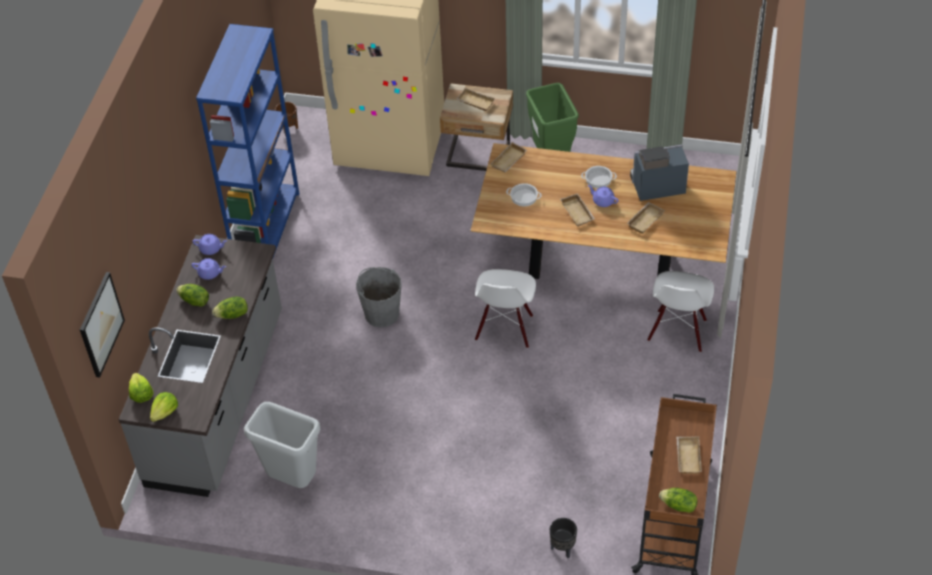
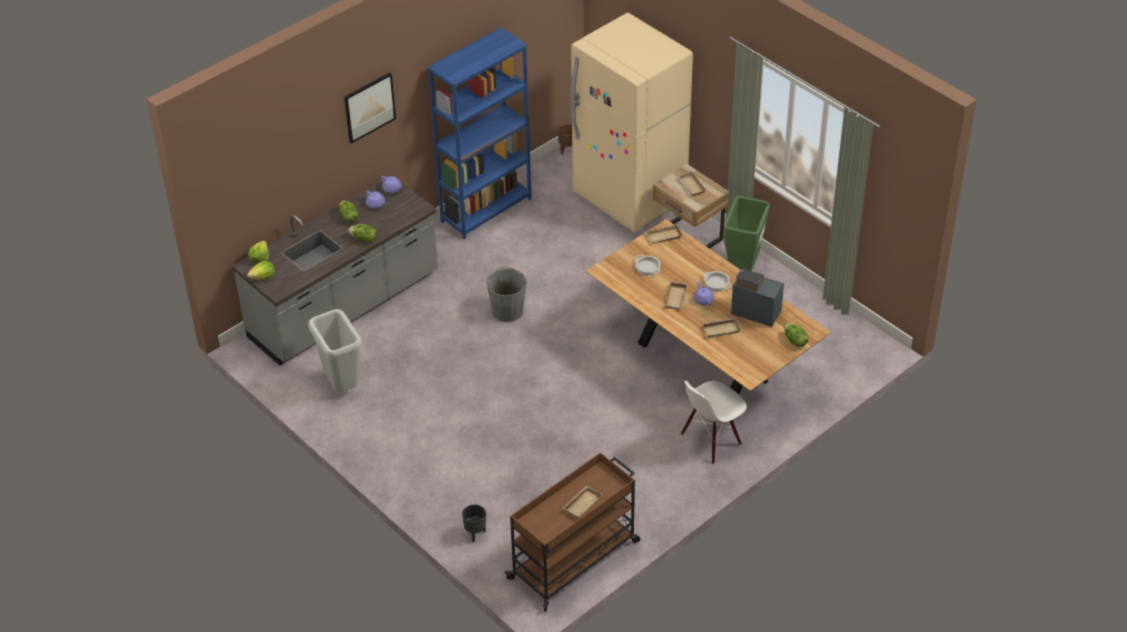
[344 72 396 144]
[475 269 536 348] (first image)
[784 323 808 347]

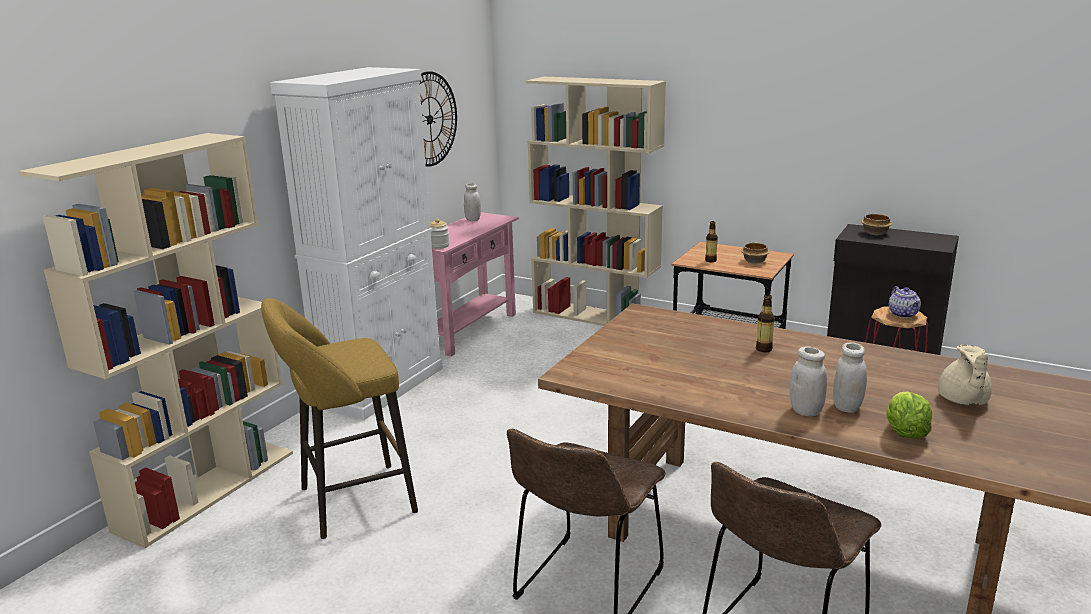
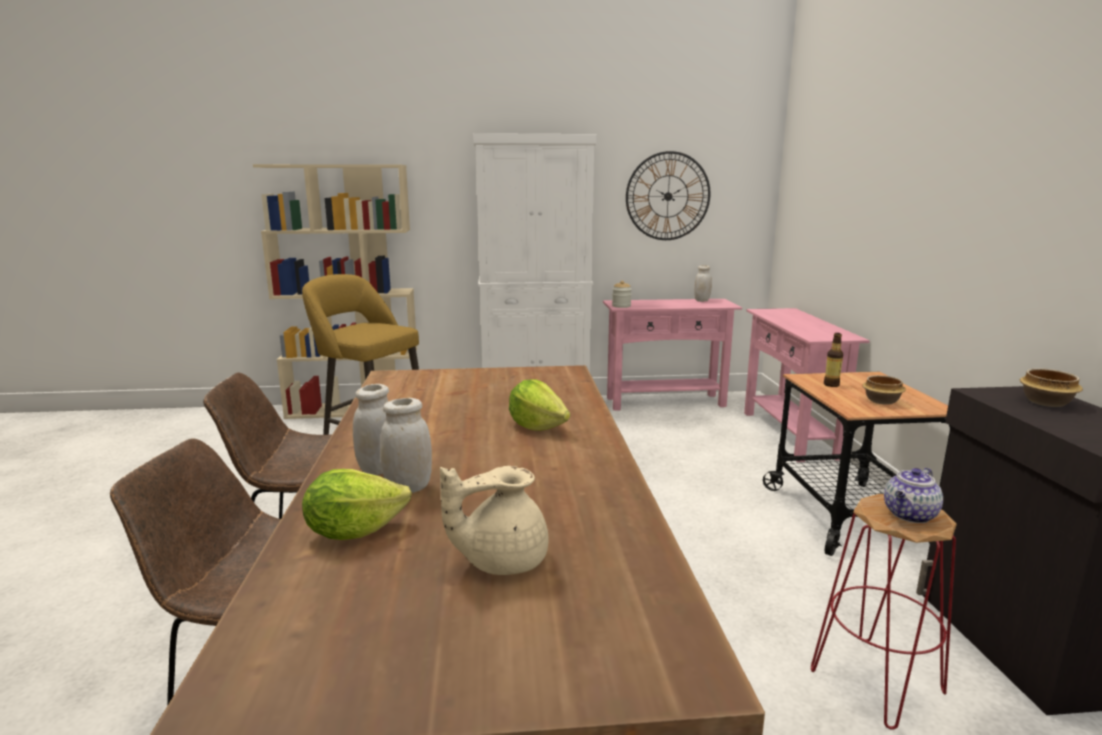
[744 308 870 462]
[509 379 570 431]

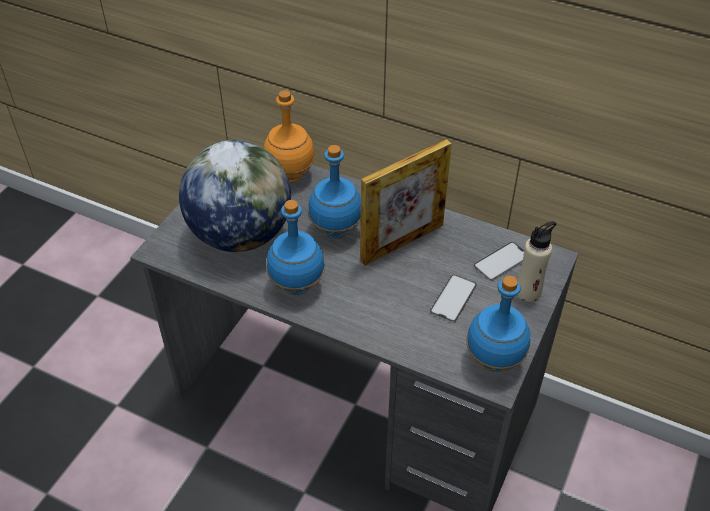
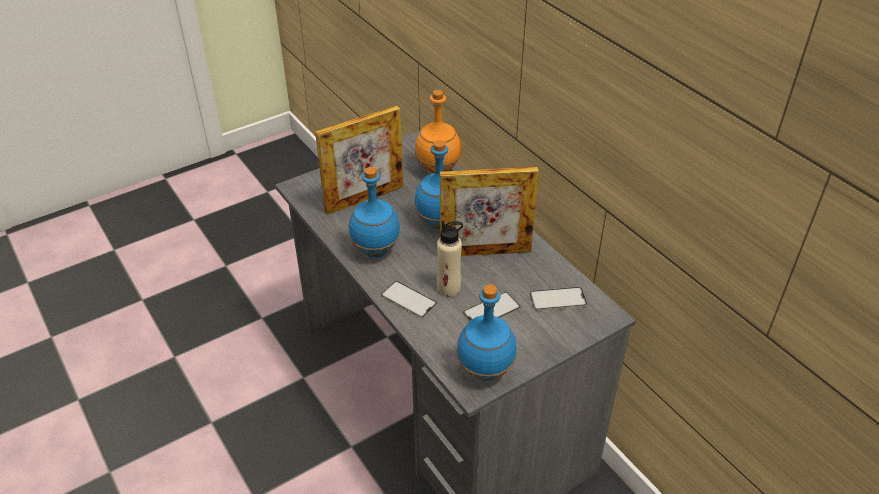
[315 105 403 215]
[437 221 463 297]
[381 281 437 318]

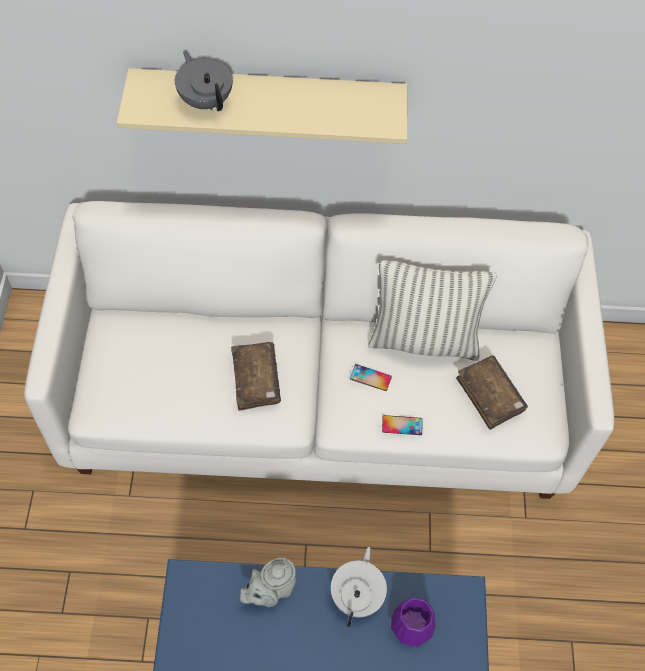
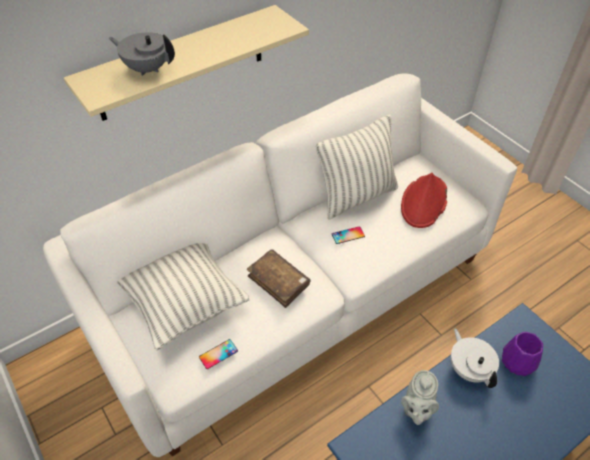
[199 339 238 369]
[401 173 447 228]
[117 243 250 350]

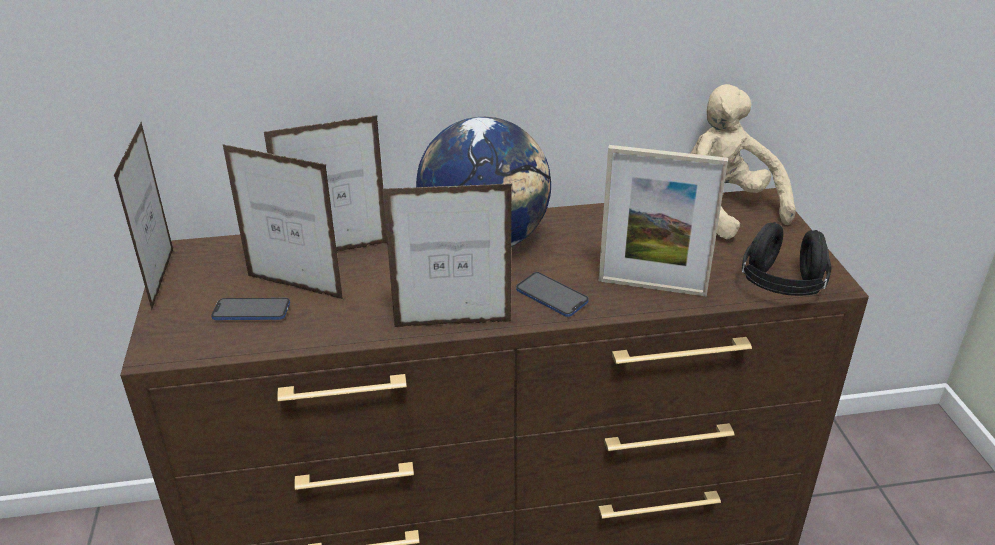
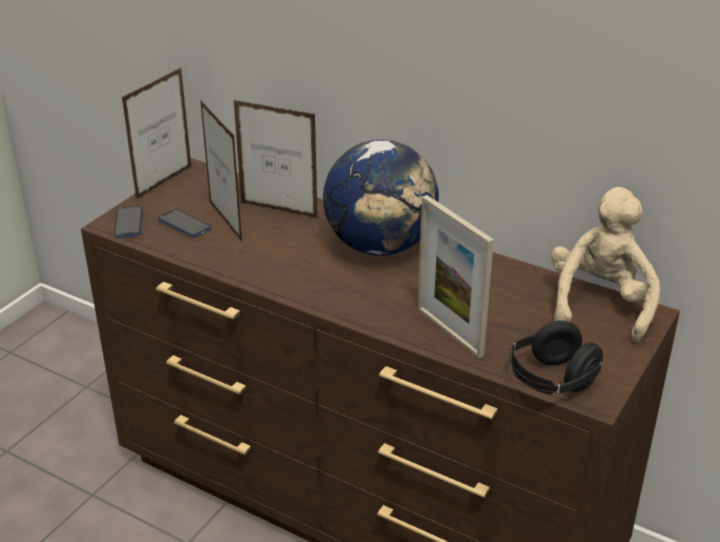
[383 184 512 327] (first image)
[113 205 143 238]

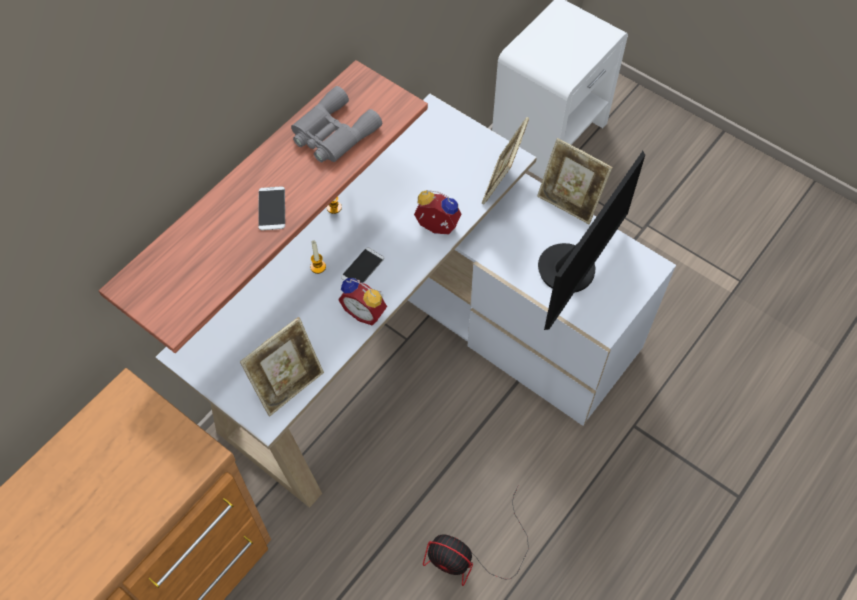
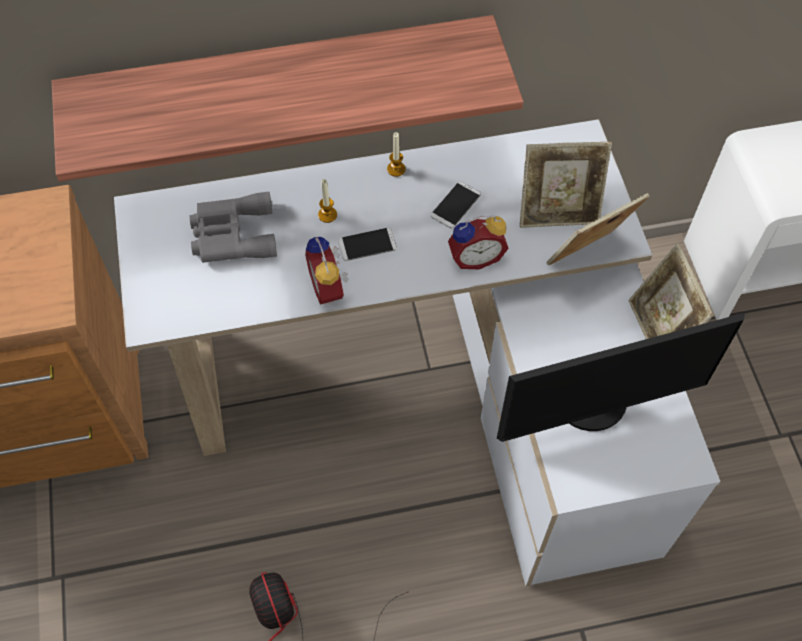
[520 142 612 228]
[431 181 481 228]
[190 192 277 263]
[448 216 509 269]

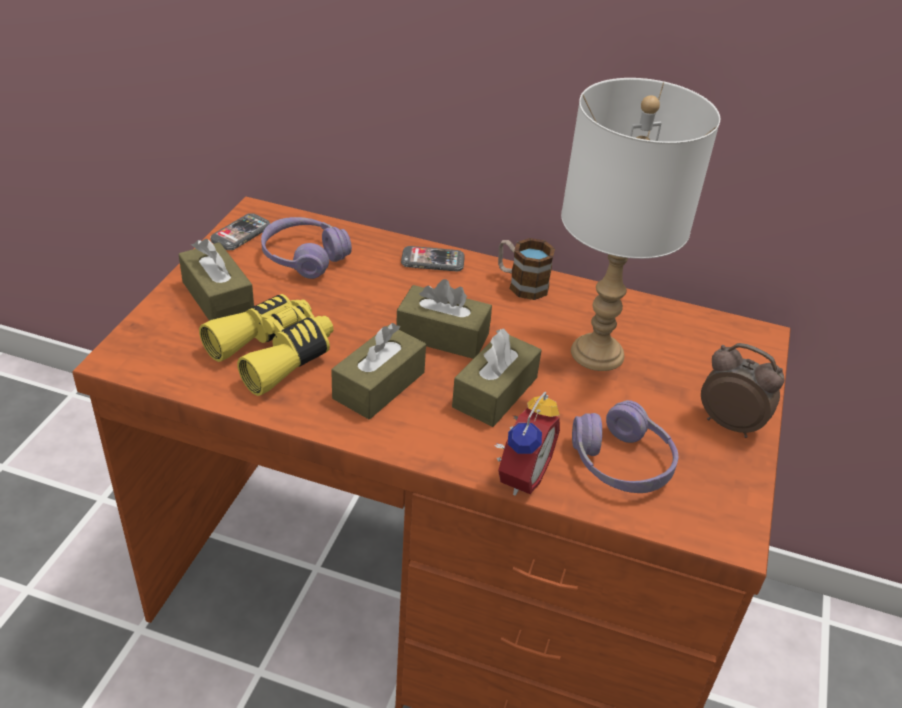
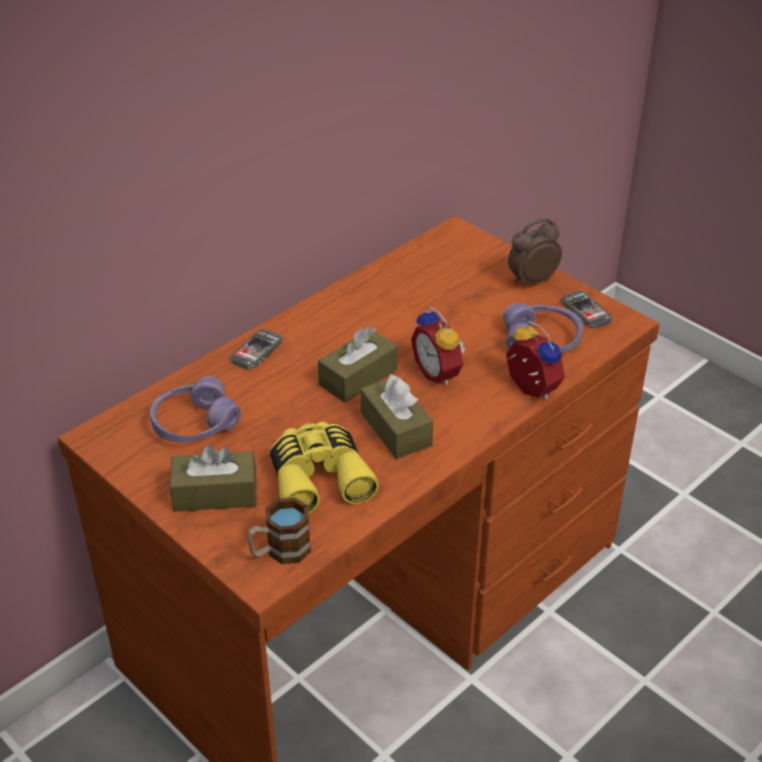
[561 291 612 328]
[411 307 466 386]
[247 497 311 564]
[561 78 720 371] (first image)

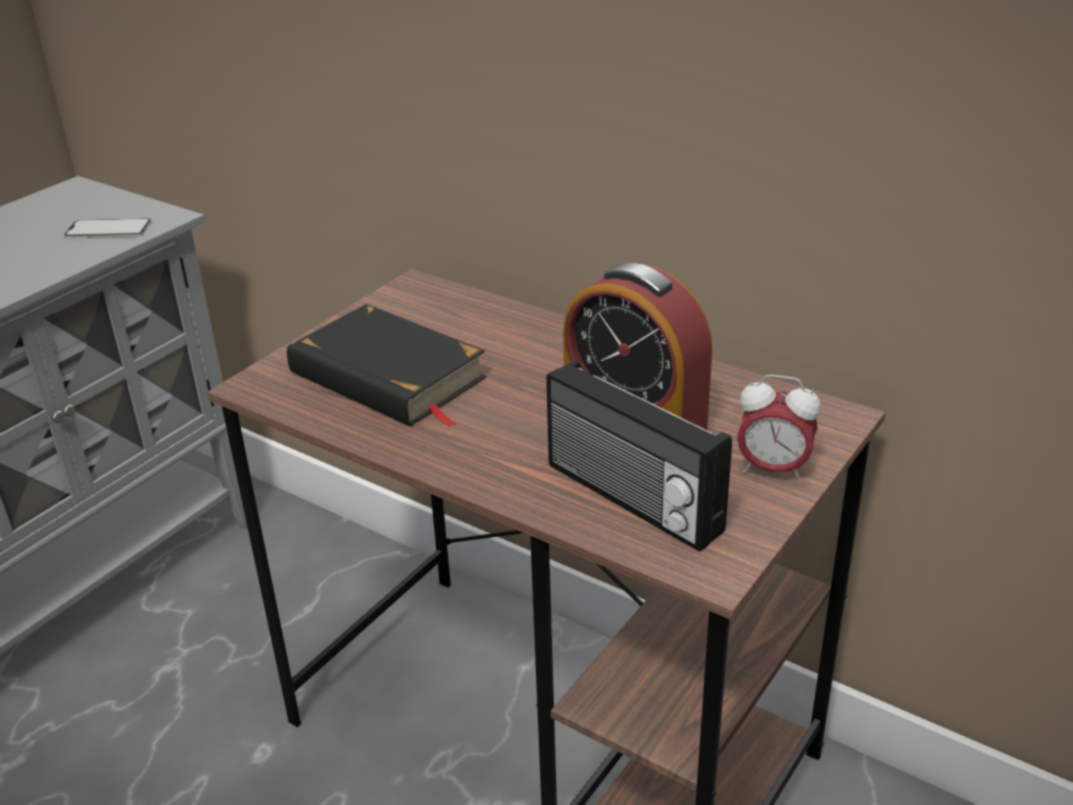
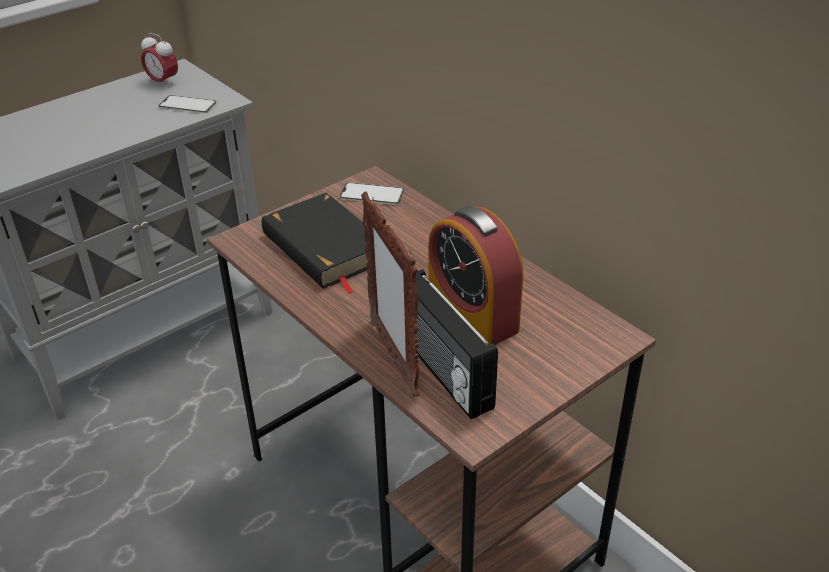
[141 33 178 88]
[339 182 404 205]
[361 191 419 397]

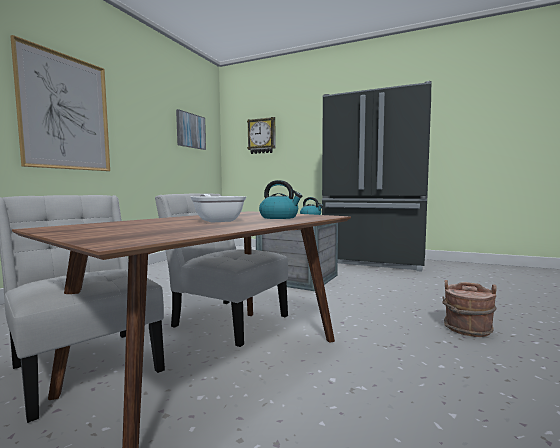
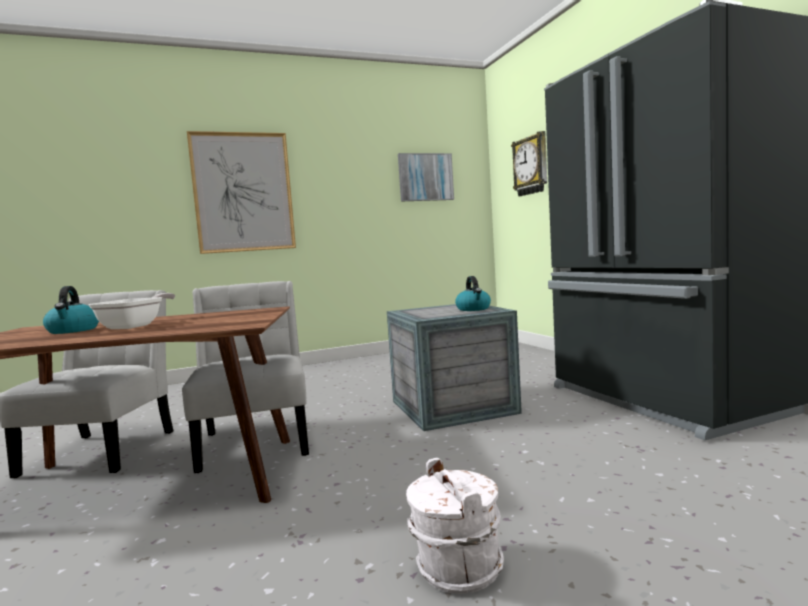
[43 286 99 334]
[406 458 504 594]

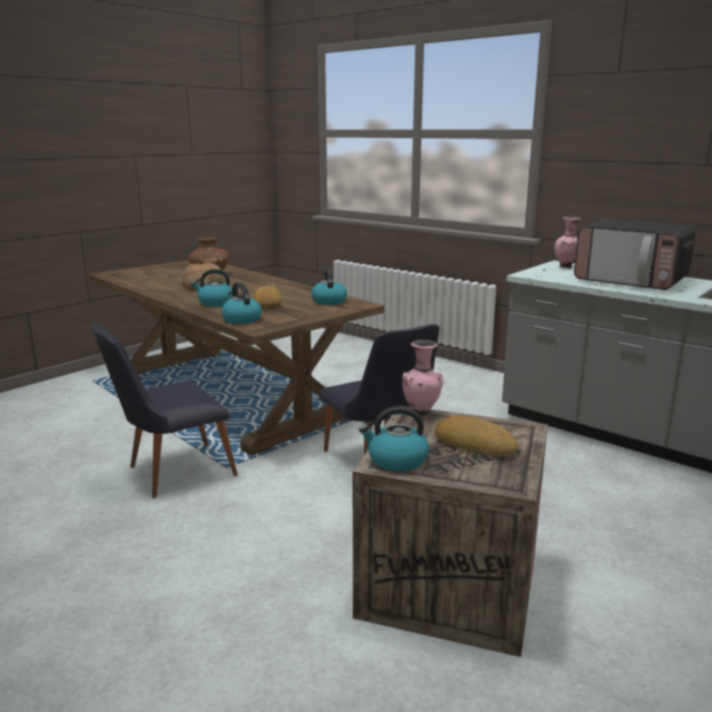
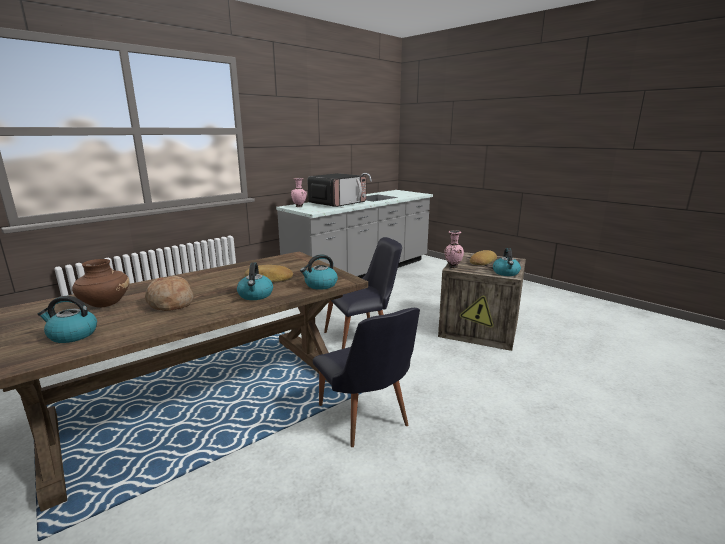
[38 296 97 343]

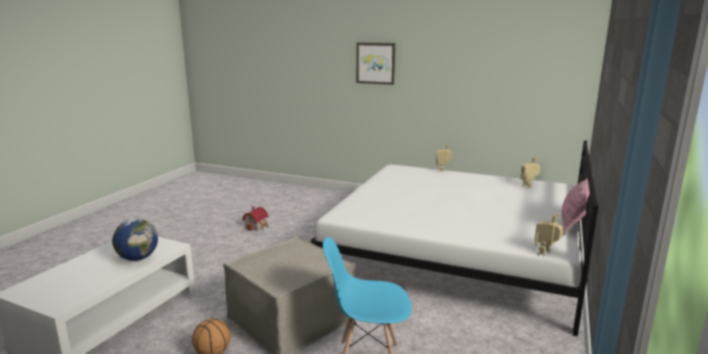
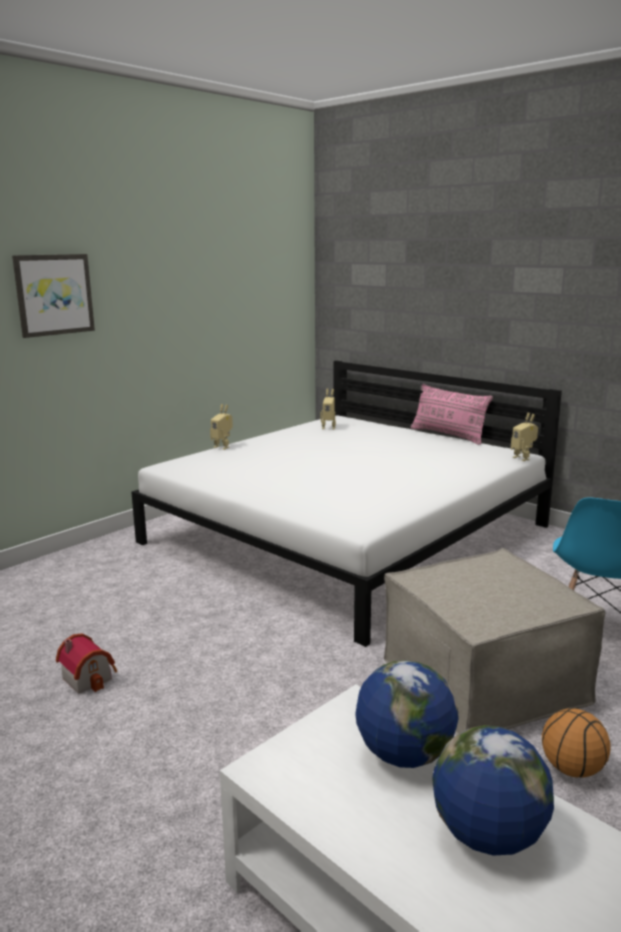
[432 725 554 855]

